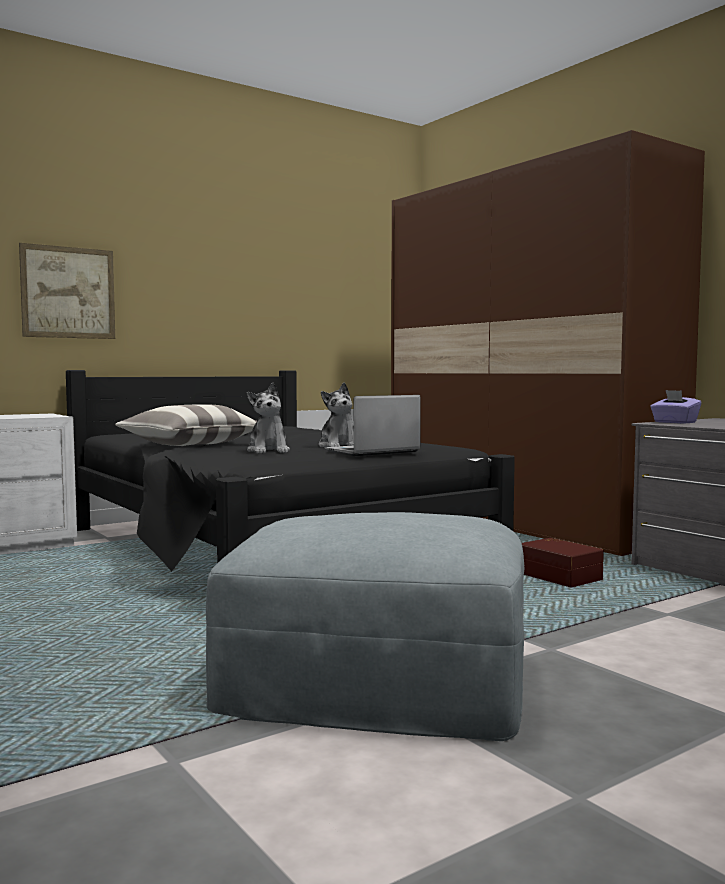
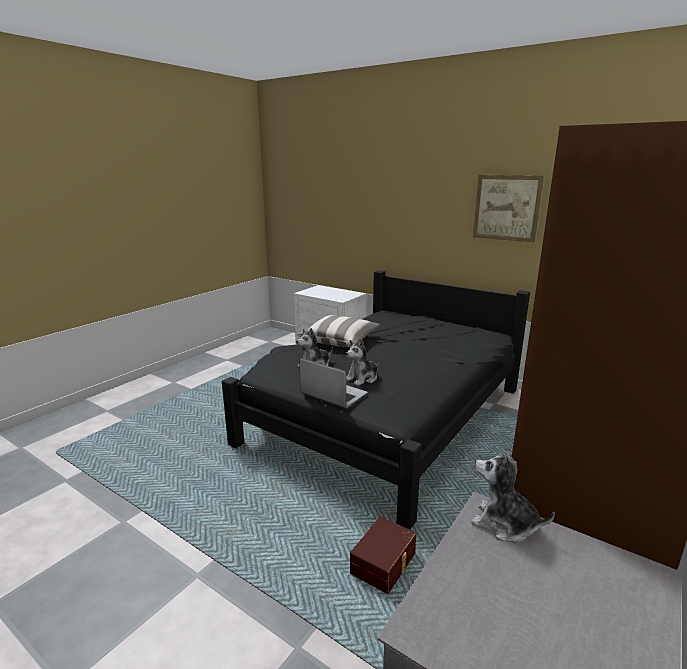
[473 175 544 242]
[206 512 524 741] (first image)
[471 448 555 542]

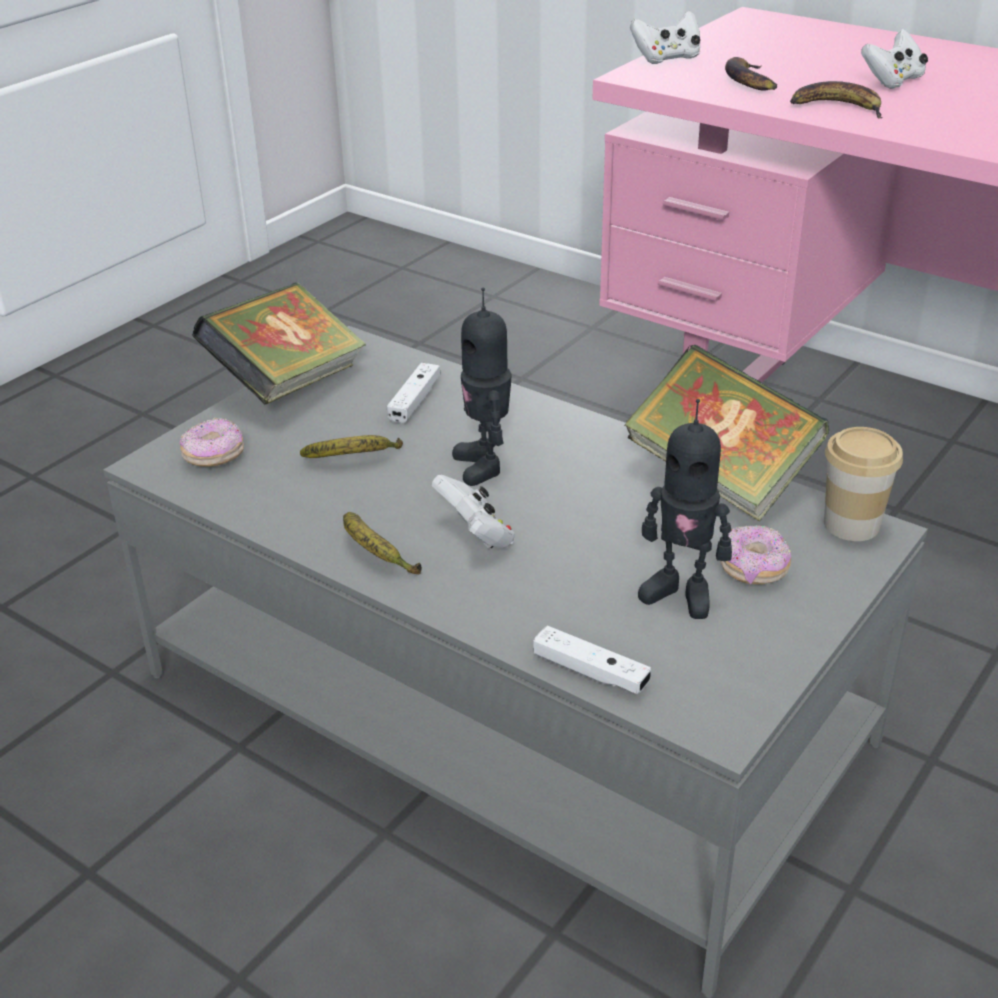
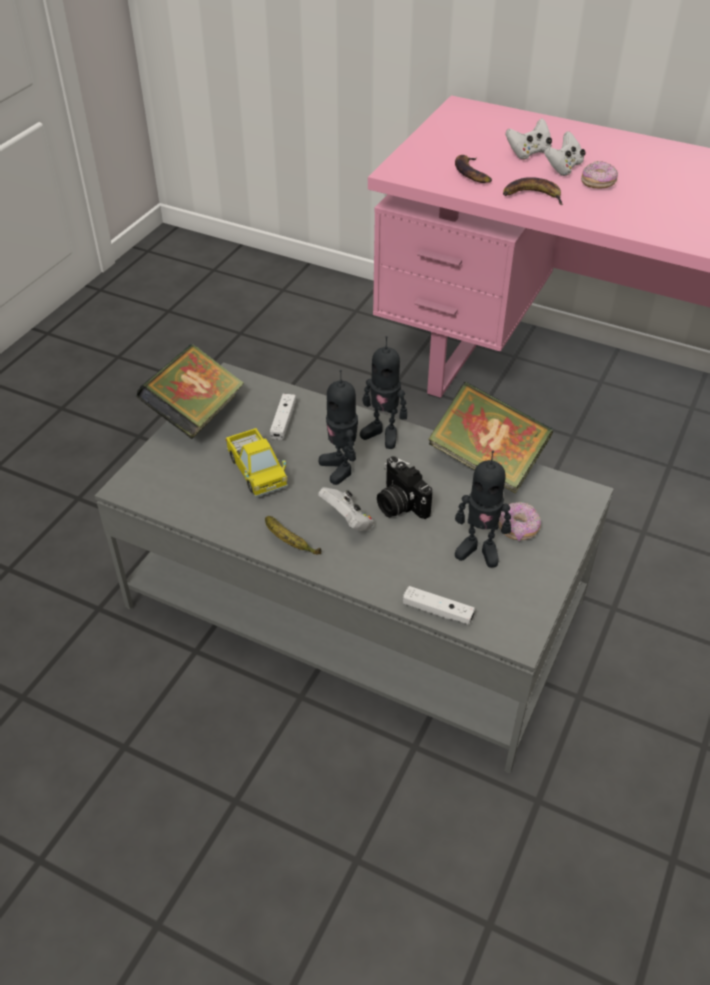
[581 161 618 189]
[225 428 288 498]
[505 118 552 159]
[824 427 903 541] (first image)
[360 336 407 449]
[377 456 432 519]

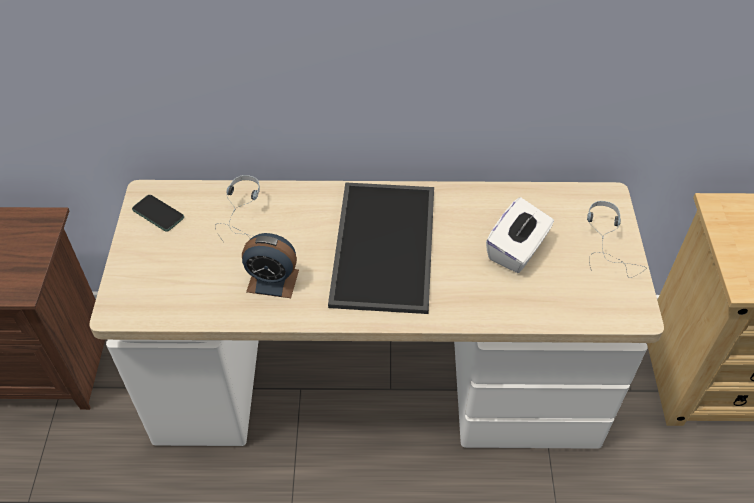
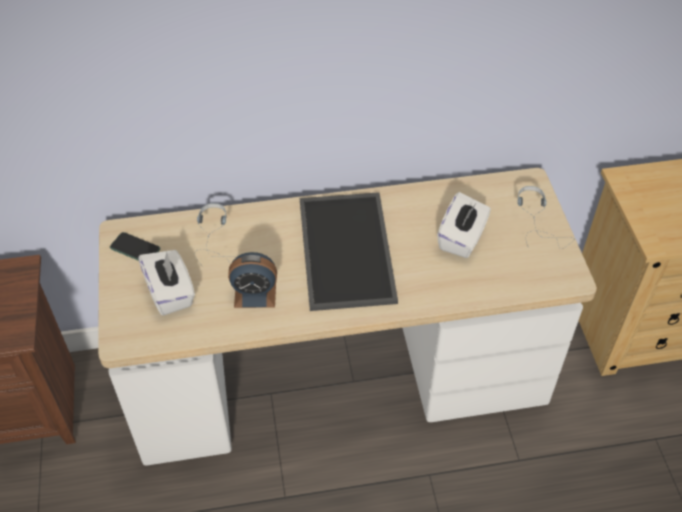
[138 250 195 316]

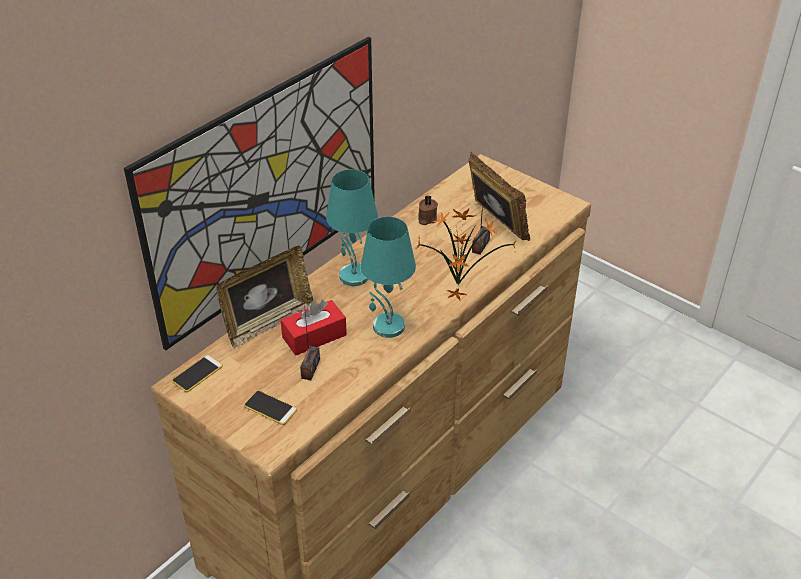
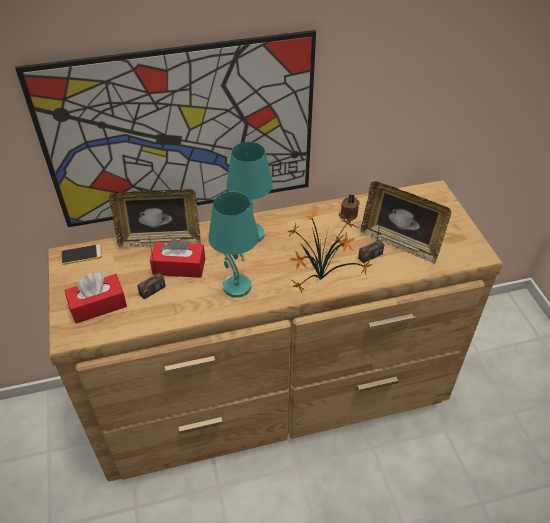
[64 272 127 323]
[360 181 451 264]

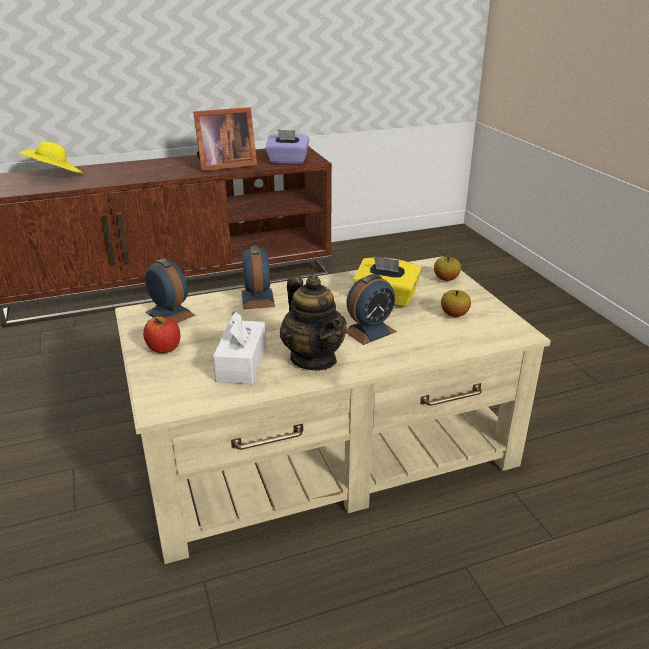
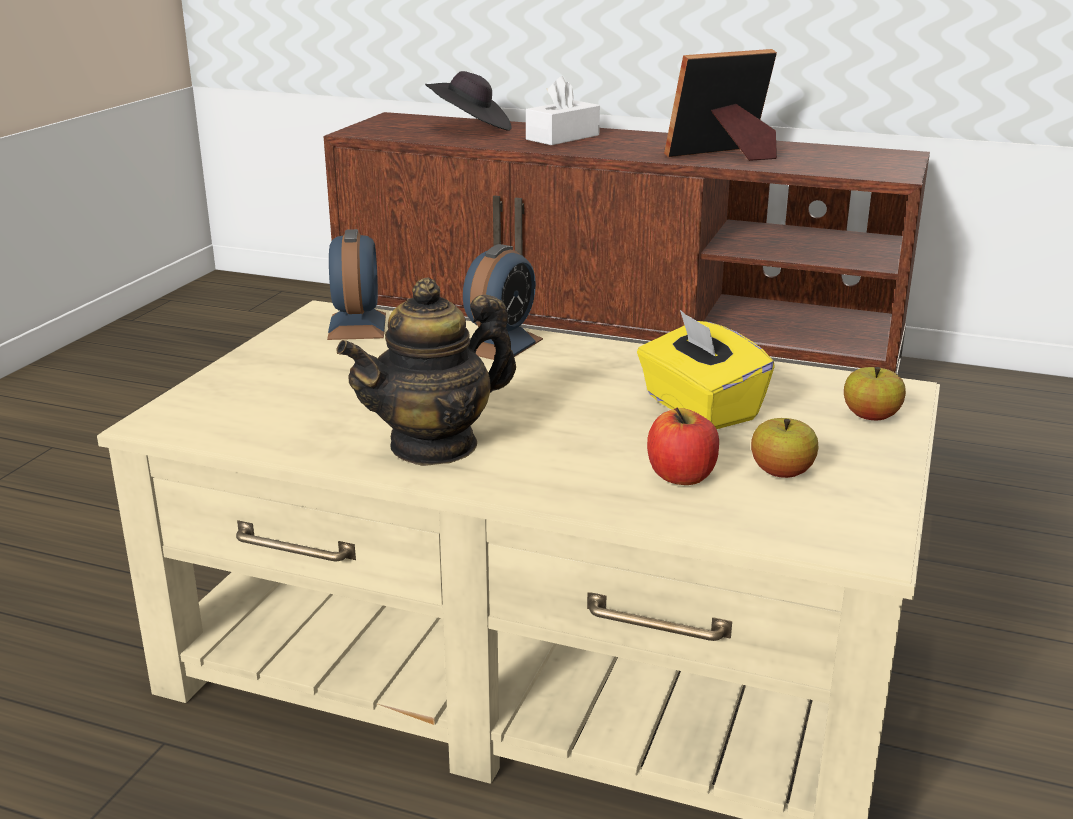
[425 71 512 131]
[647 408 719 485]
[664 49 777 161]
[526 76 600 145]
[266 129 309 164] (first image)
[336 277 516 466]
[346 274 397 345] (first image)

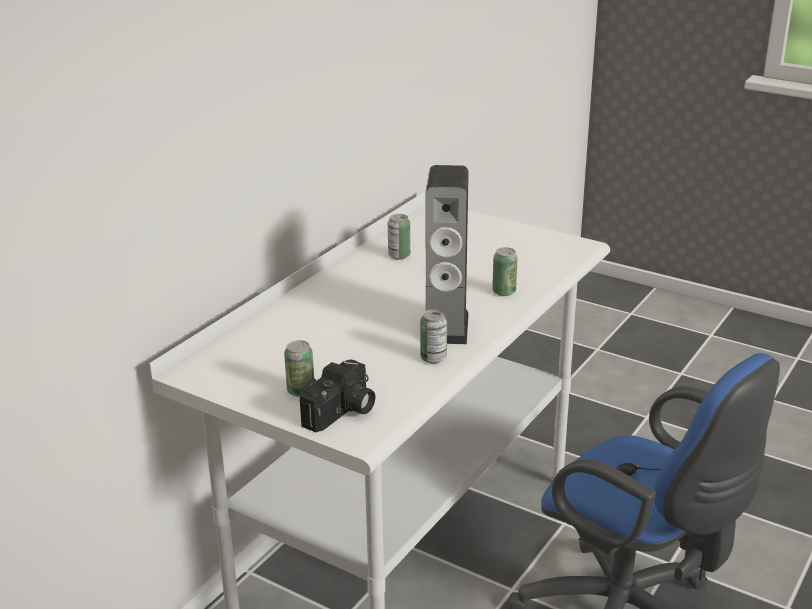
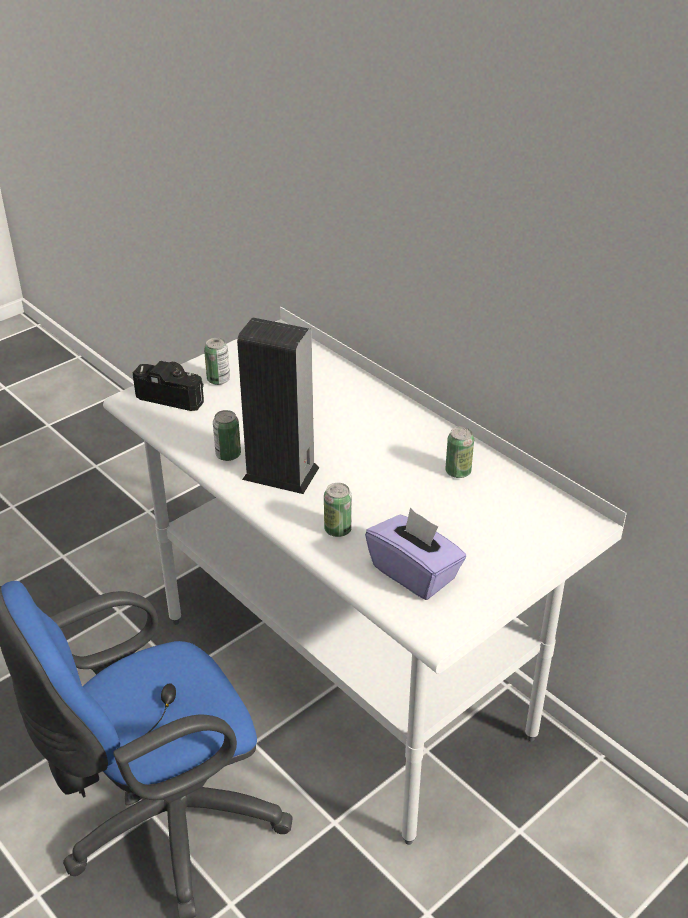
[133 361 204 411]
[365 507 466 600]

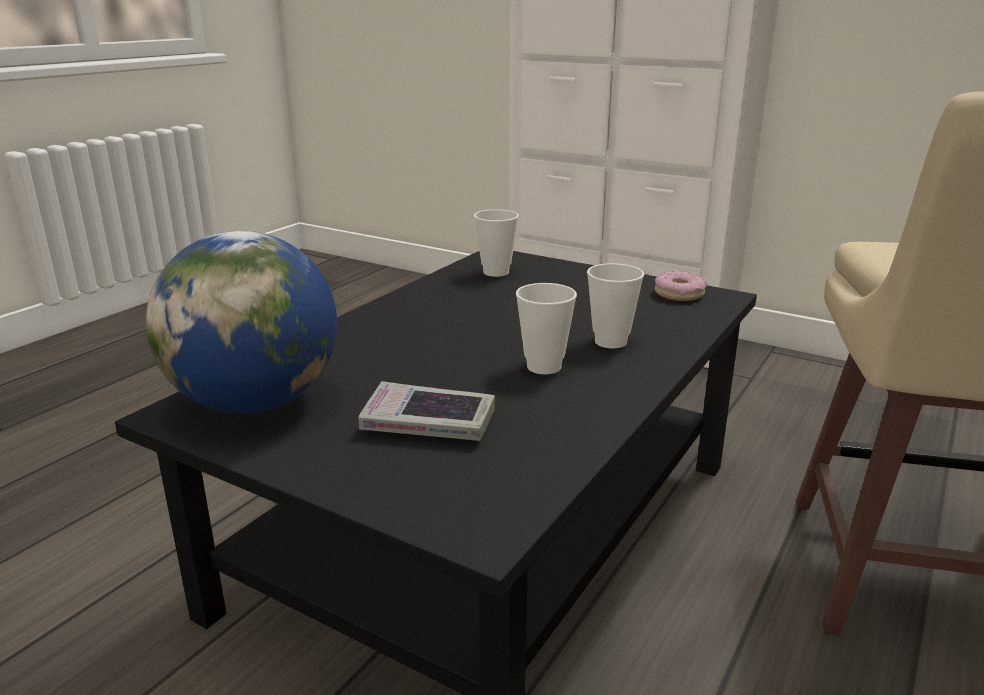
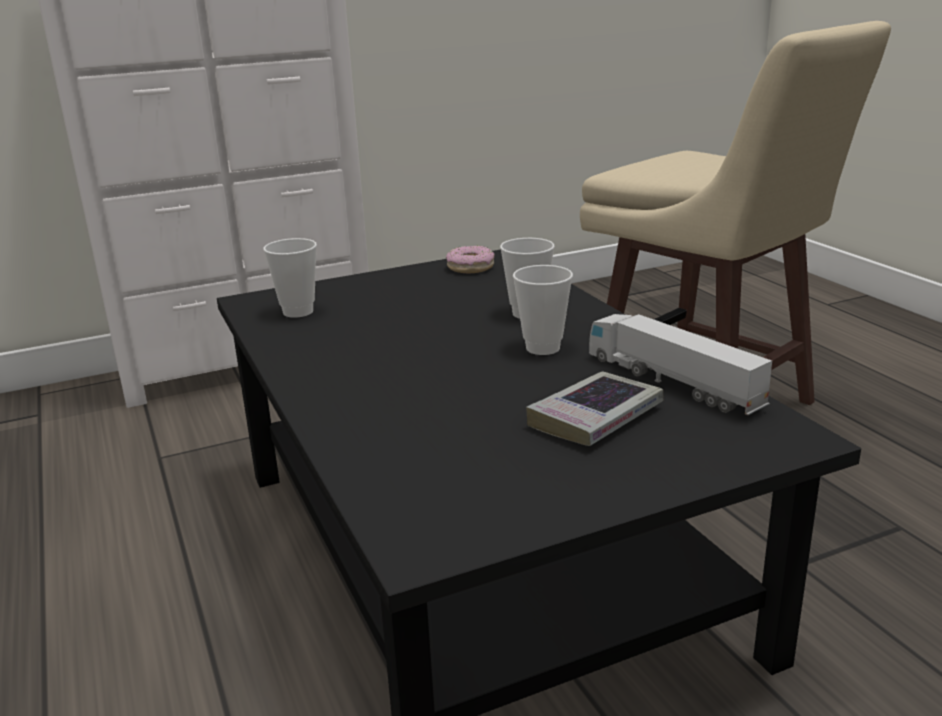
[146 231 337 413] (first image)
[589 314 772 415]

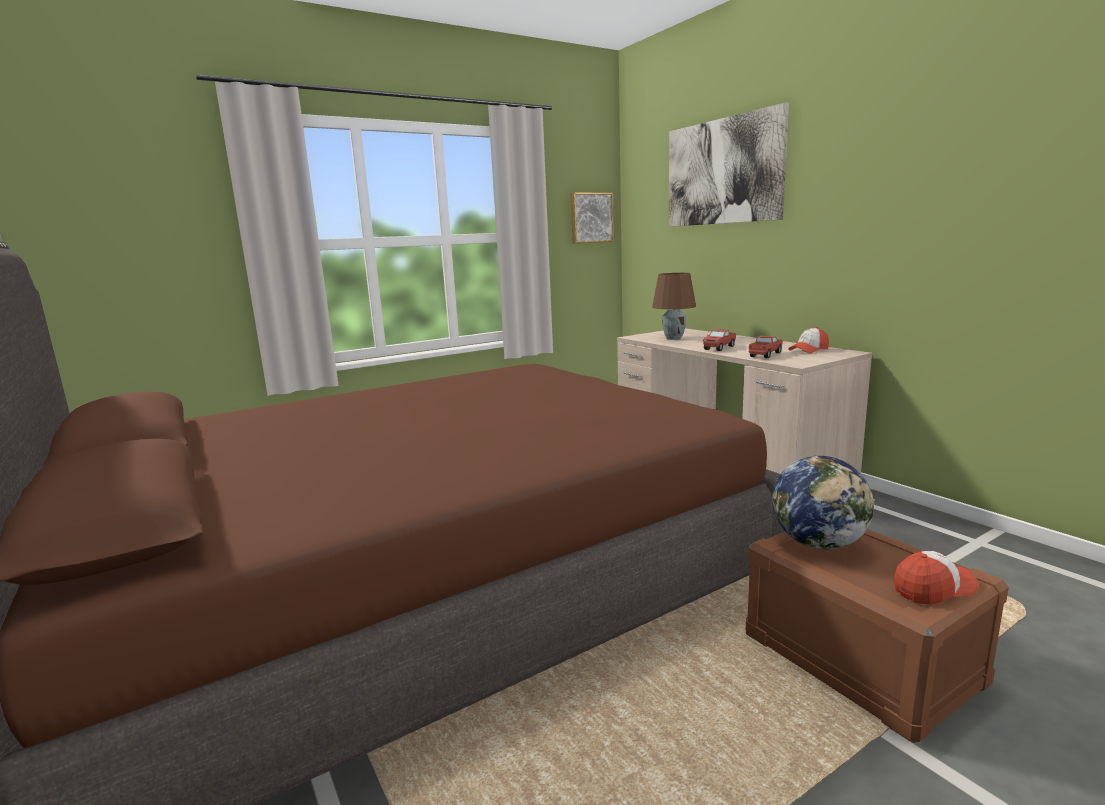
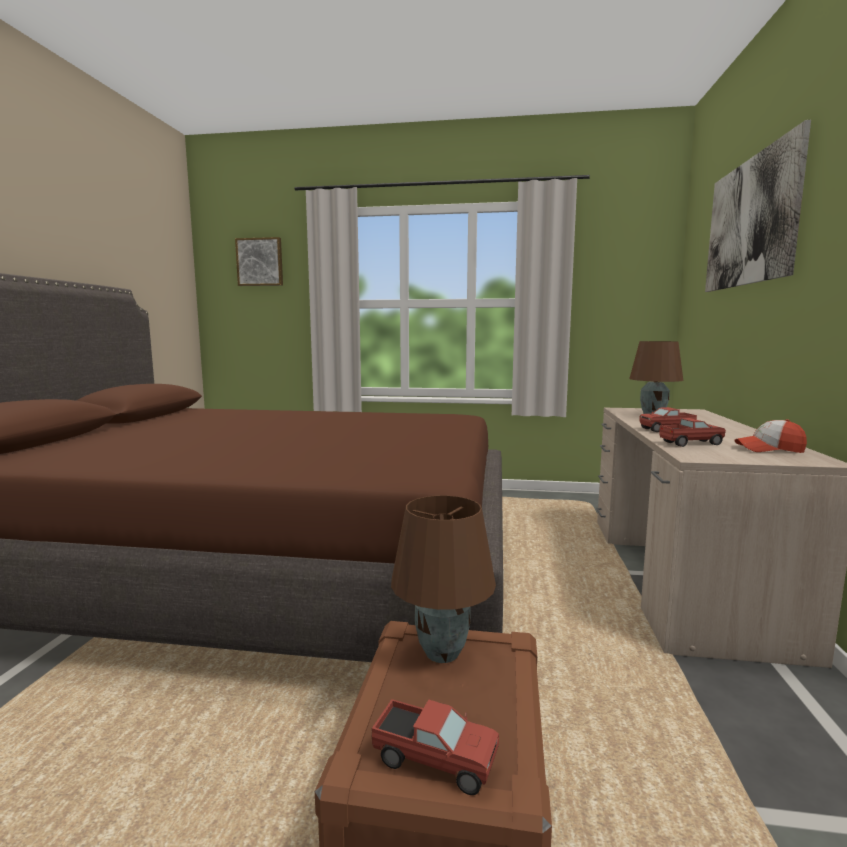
[235 237 283 286]
[391 495 496 663]
[372 699 499 795]

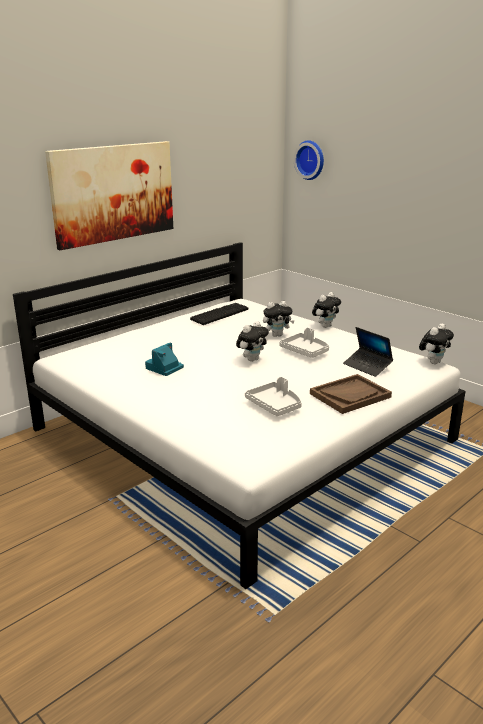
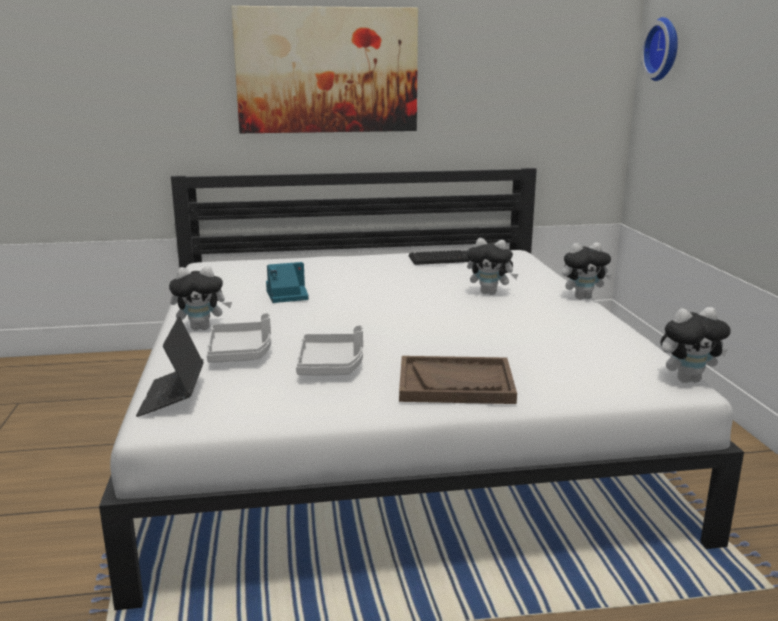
[169 266 232 331]
[207 313 271 363]
[136 316 204 417]

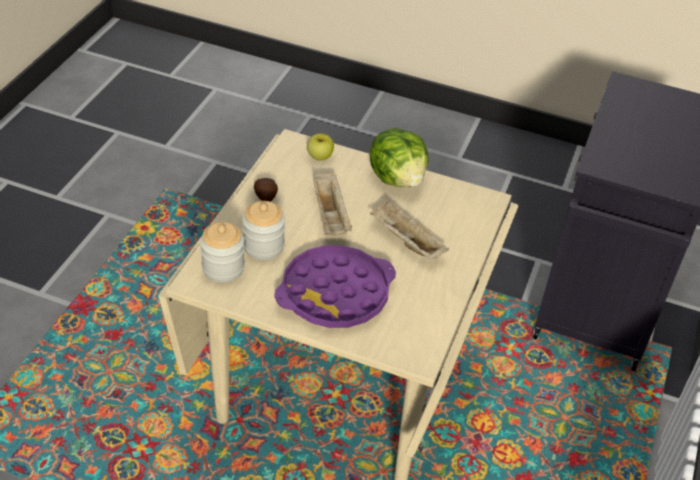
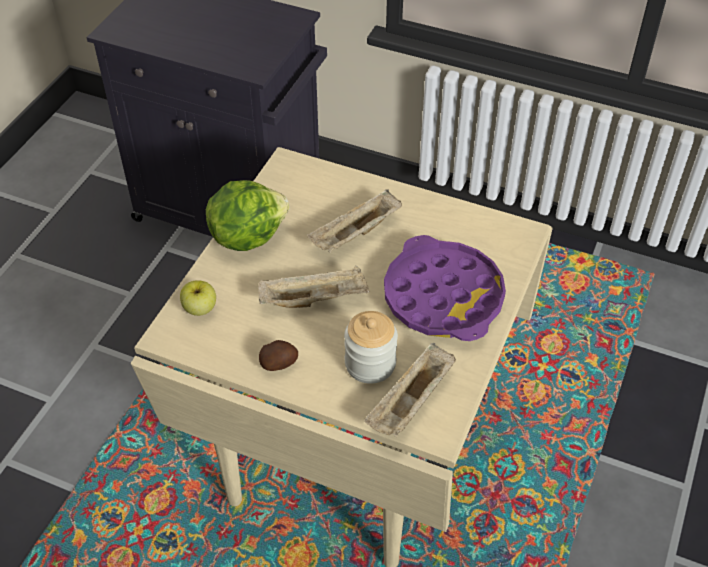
[364 343 456 437]

